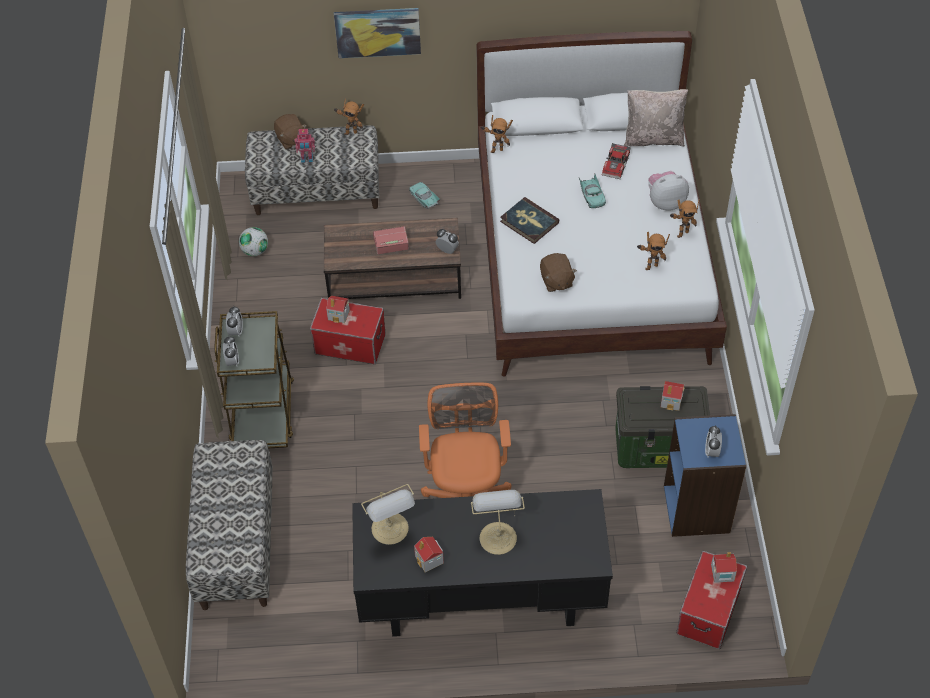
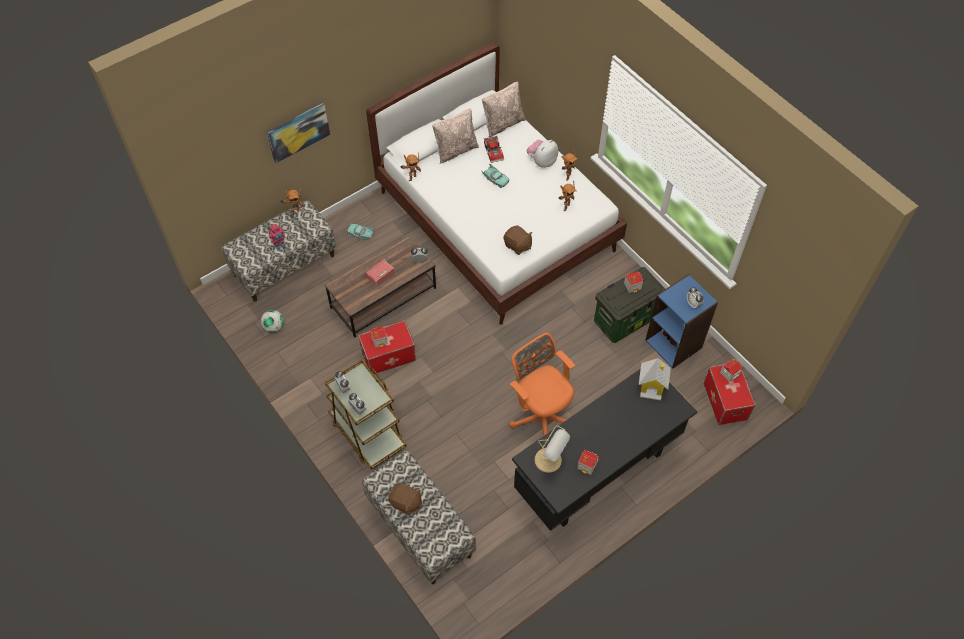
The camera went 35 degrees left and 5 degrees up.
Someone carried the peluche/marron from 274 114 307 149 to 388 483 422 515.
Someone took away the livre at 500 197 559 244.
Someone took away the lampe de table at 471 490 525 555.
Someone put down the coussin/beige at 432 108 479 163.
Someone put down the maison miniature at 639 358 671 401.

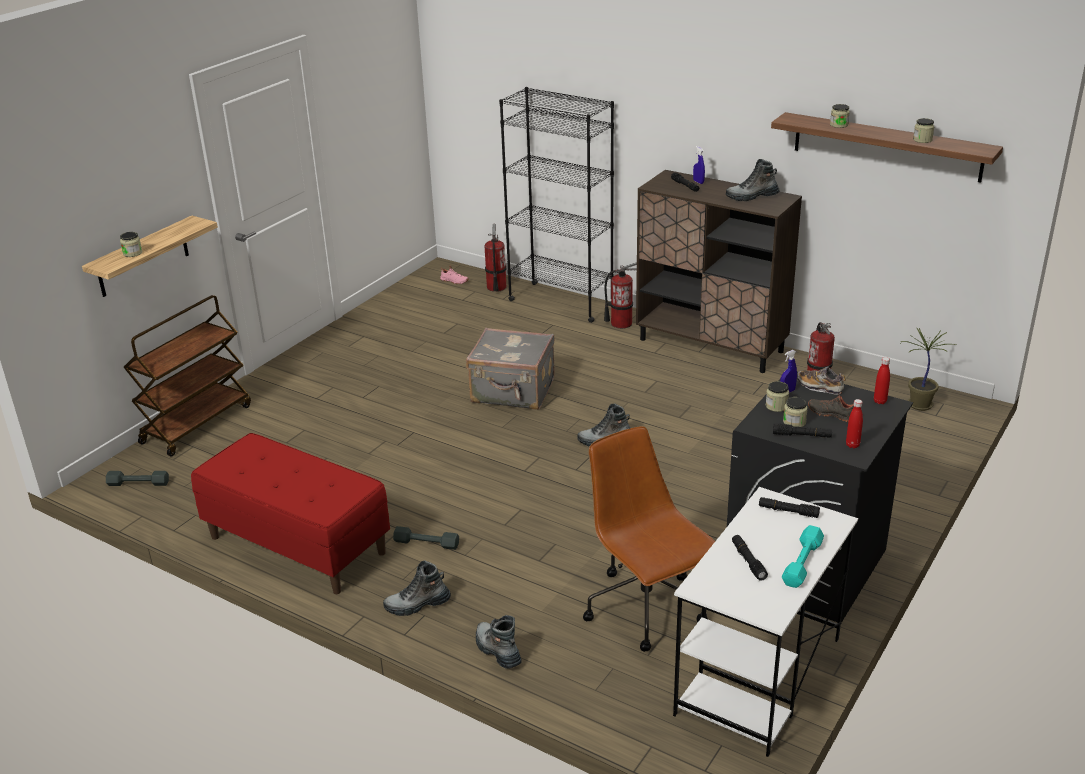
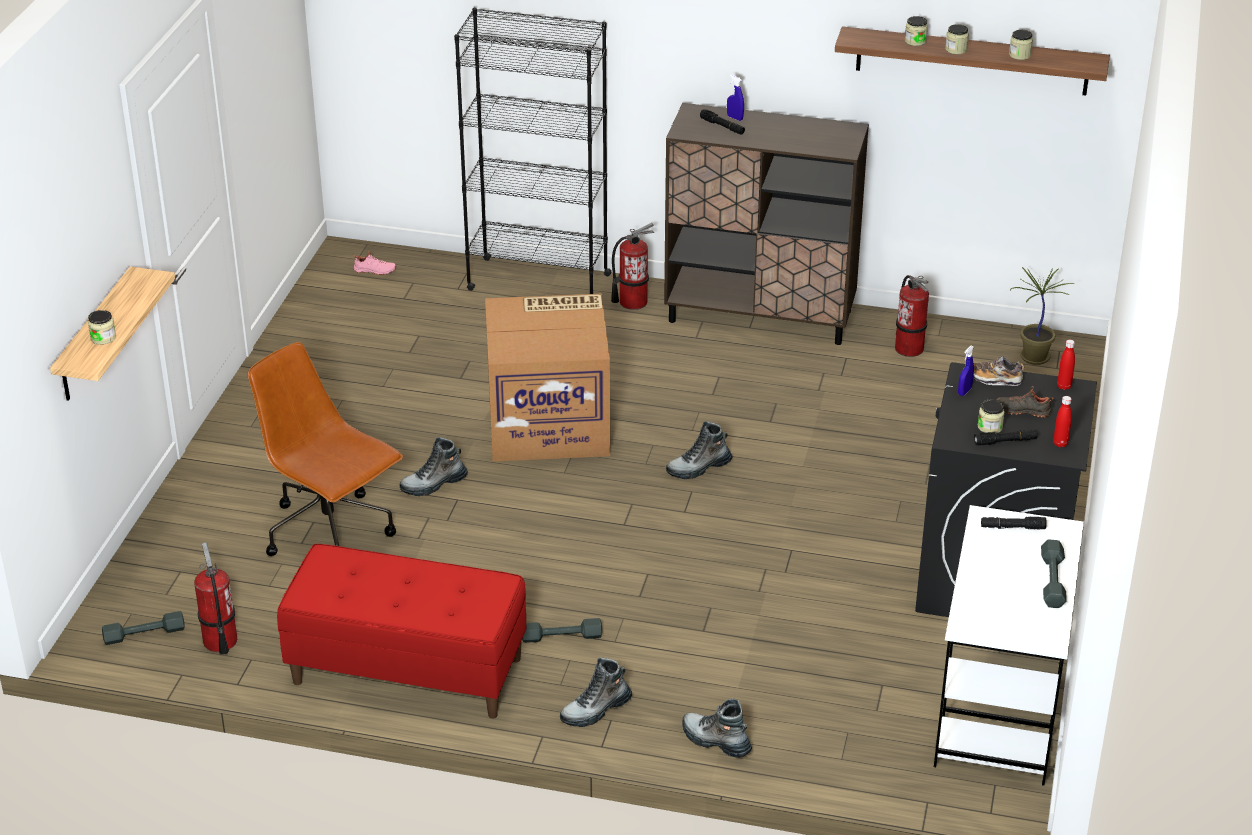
The camera went 20 degrees left and 5 degrees up.
Someone carried the botte from 726 159 780 201 to 400 437 468 496.
Someone carried the extincteur from 484 224 506 292 to 194 542 237 654.
Someone took away the chariot/marron at 124 295 251 456.
Someone swapped the valise/gris at 466 328 555 410 for the carton at 485 294 610 462.
Someone carried the bocal from 766 381 789 412 to 945 24 969 54.
Someone carried the chaise de bureau/marron from 583 426 715 652 to 248 342 403 556.
Someone repainted the haltère/turquoise at 782 525 824 588, which became the haltère/gris at 1041 540 1067 608.
Someone took away the lampe de poche/noir at 732 535 768 581.

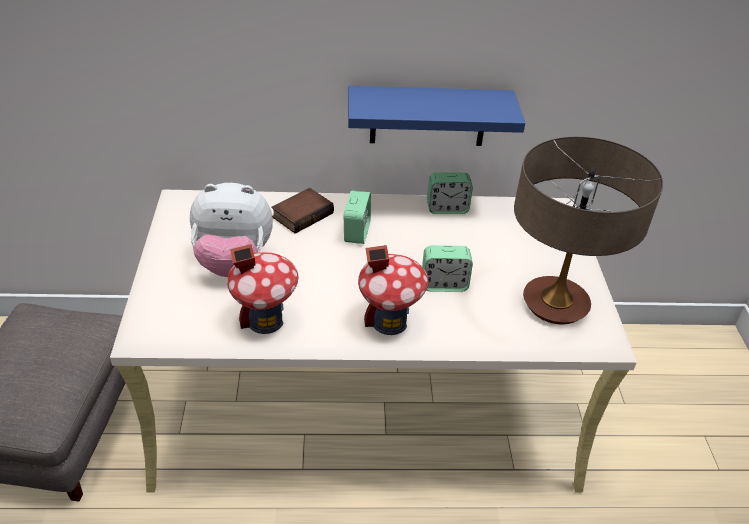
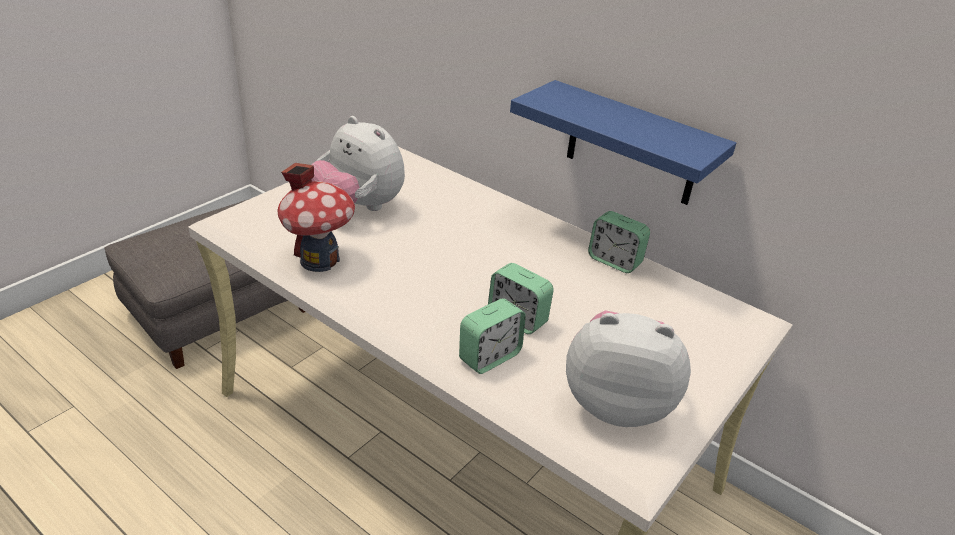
The camera went 40 degrees right and 5 degrees down.
Someone swapped the lampe de table at 514 137 663 325 for the peluche at 566 310 691 427.
Someone took away the livre at 272 188 334 234.
Someone carried the réveil from 344 191 371 244 to 459 298 526 374.
Someone took away the maison miniature at 358 245 428 335.

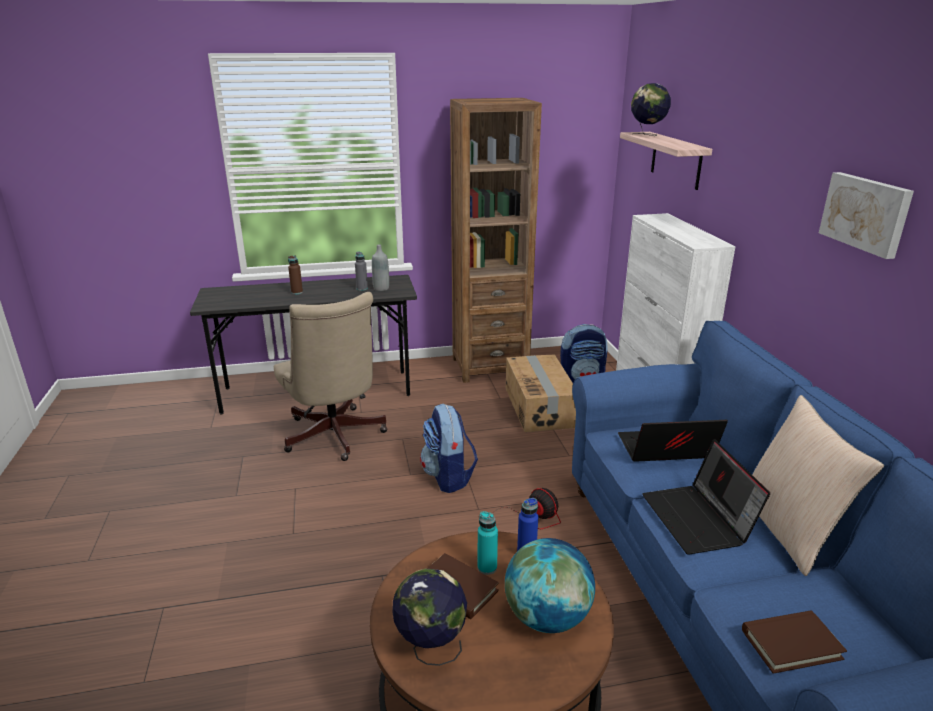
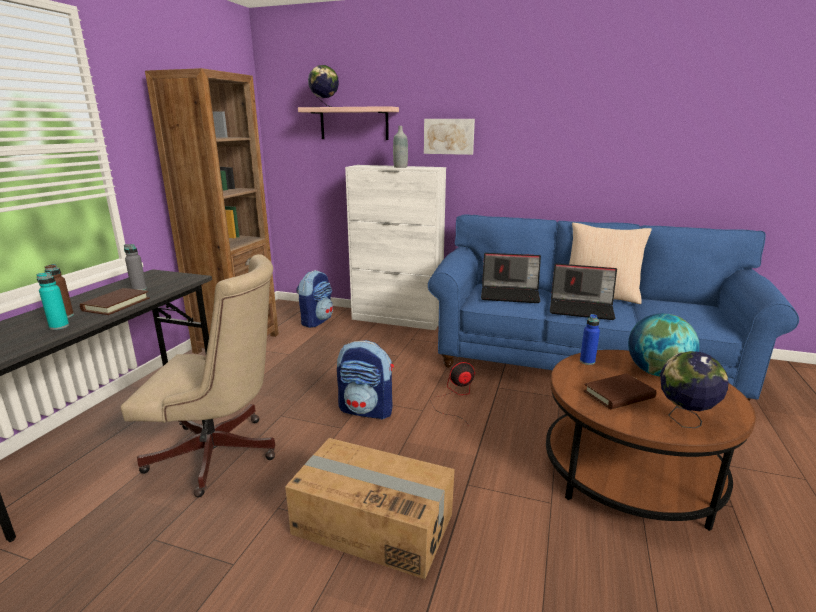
The camera went 60 degrees left and 5 degrees down.
Someone carried the tableau from 819 172 914 259 to 424 119 475 155.
Someone carried the bouteille/gris from 372 244 389 291 to 393 126 408 168.
Someone carried the carton from 506 354 576 432 to 285 438 455 579.
Someone rotated the ordinateur portable at 618 420 728 462 by 105 degrees counterclockwise.
Someone carried the bouteille/turquoise from 477 511 498 575 to 36 272 69 330.
Someone carried the livre/marron from 742 611 847 674 to 80 288 149 315.

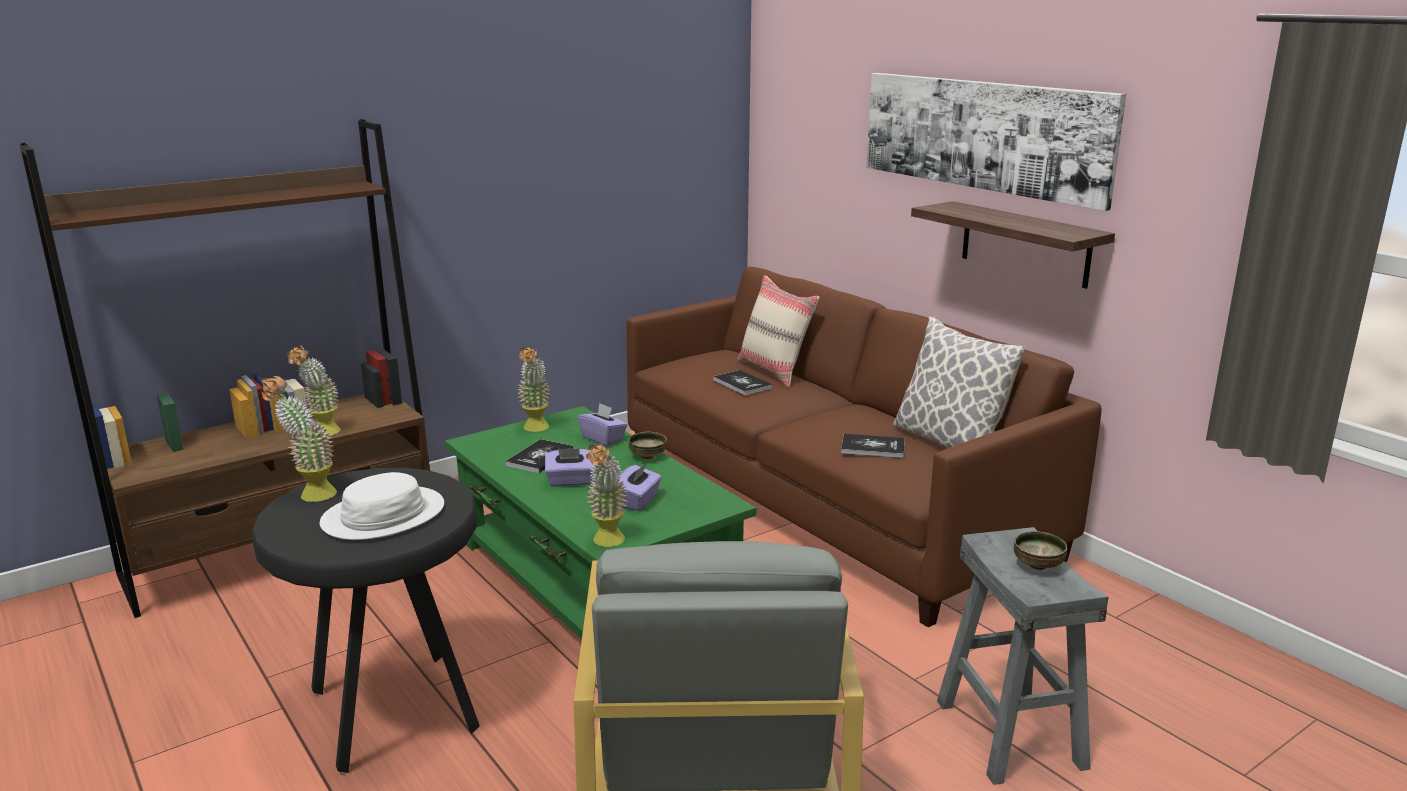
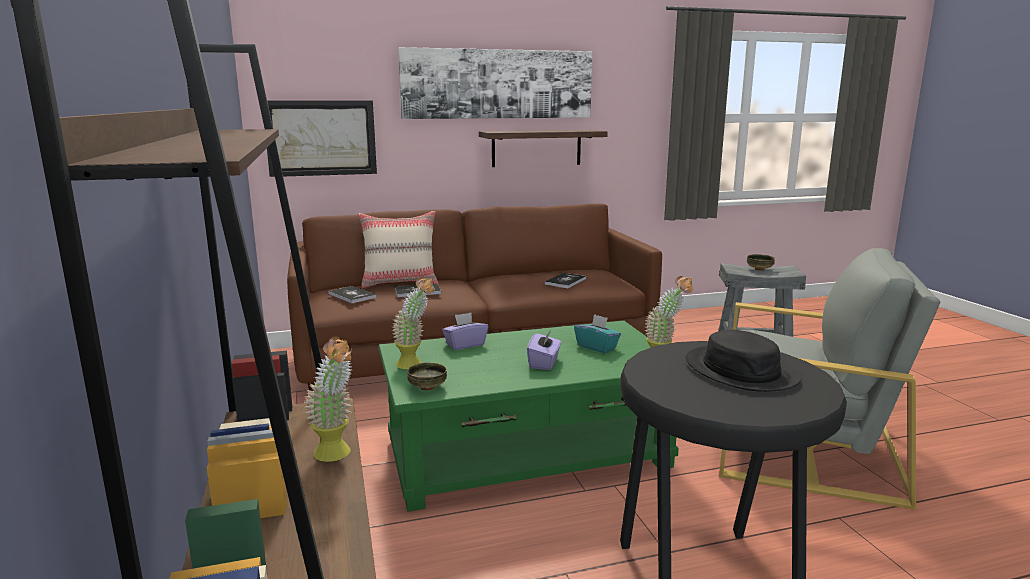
The camera went 70 degrees left and 5 degrees down.
Someone took away the coussin at 893 317 1026 448.
Someone took away the plante en pot at 262 376 337 502.
Someone carried the bol from 628 431 667 459 to 407 363 447 391.
Someone carried the livre from 505 439 573 473 to 328 286 377 304.
Someone repainted the boîte à mouchoirs/violet at 618 463 661 511, which became the boîte à mouchoirs/turquoise at 574 314 621 353.
Someone repainted the chapeau/blanc at 320 472 444 540, which became the chapeau/noir at 686 330 802 392.
Someone put up the tableau at 267 100 377 177.

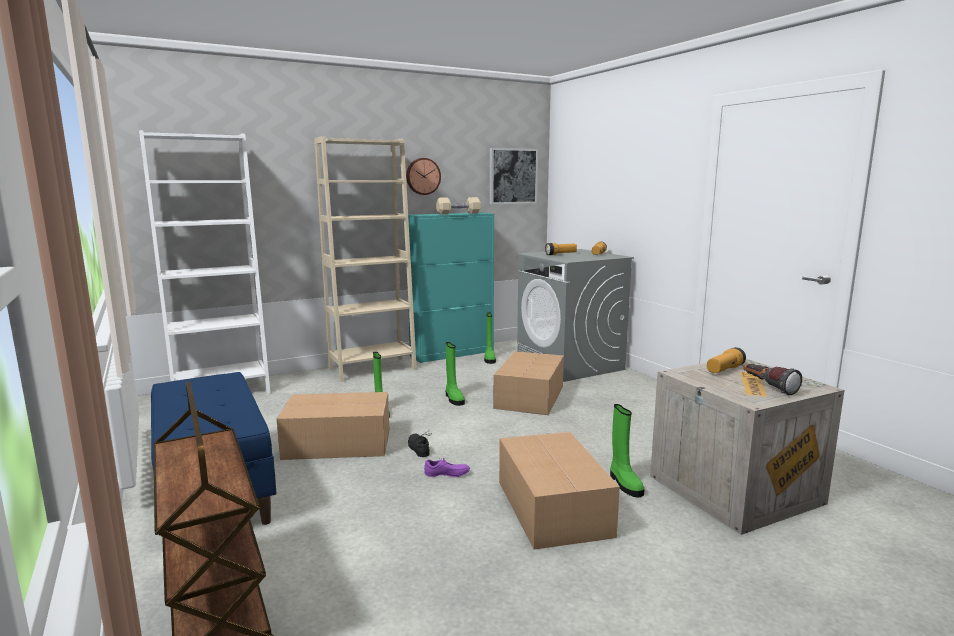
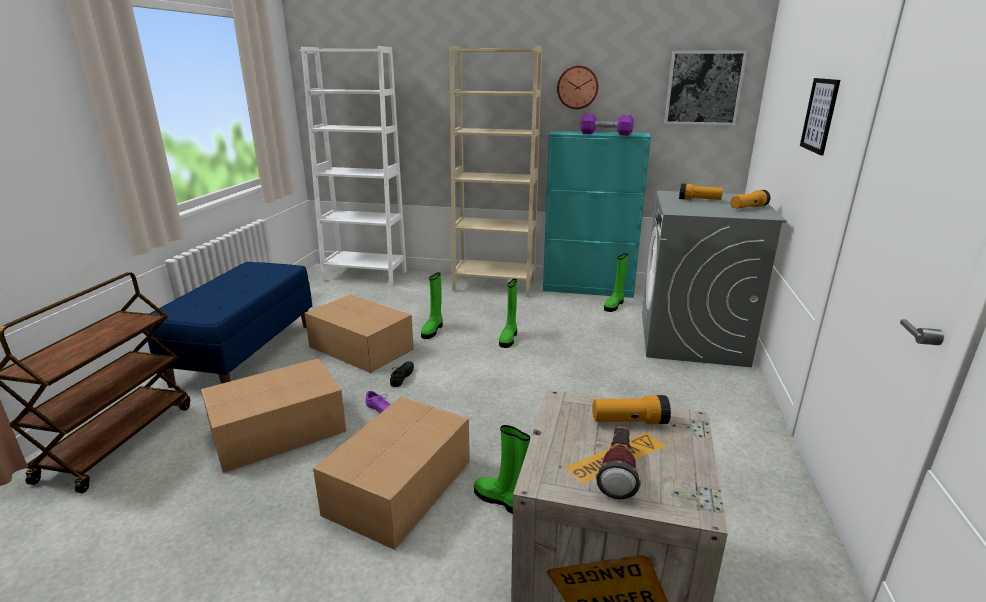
The camera went 40 degrees right and 10 degrees up.
Someone repainted the haltère/beige at 436 197 481 215, which became the haltère/violet at 580 114 634 136.
Someone carried the carton from 494 351 564 415 to 201 358 346 473.
Someone rotated the botte/vert at 610 404 645 498 by 105 degrees clockwise.
Someone put up the tableau at 800 78 840 155.

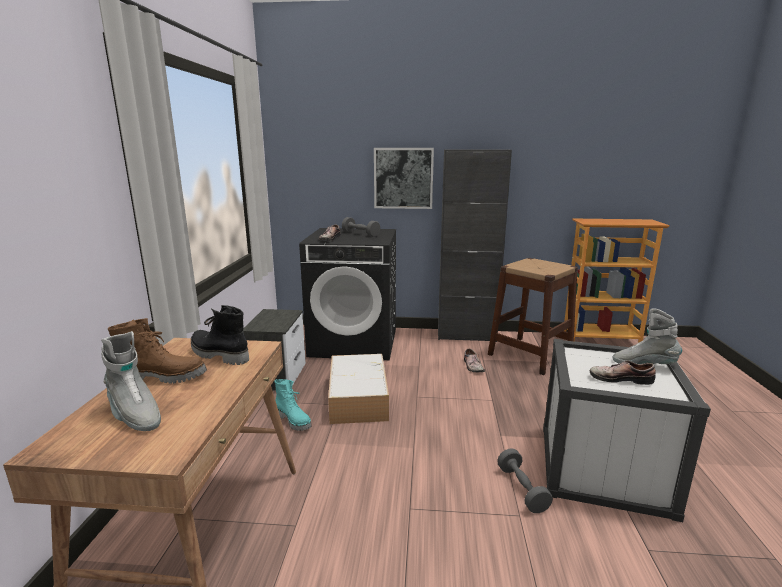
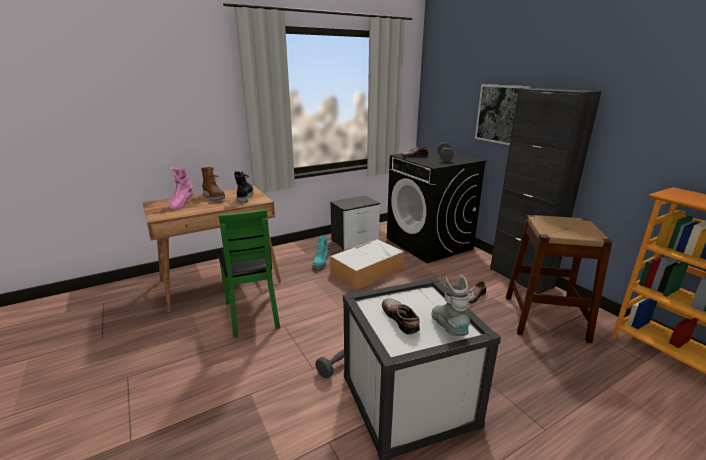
The camera went 55 degrees right and 5 degrees up.
Someone repainted the botte/gris at 101 331 161 431, which became the botte/rose at 169 168 194 210.
Someone put down the chaise/vert at 217 209 280 338.

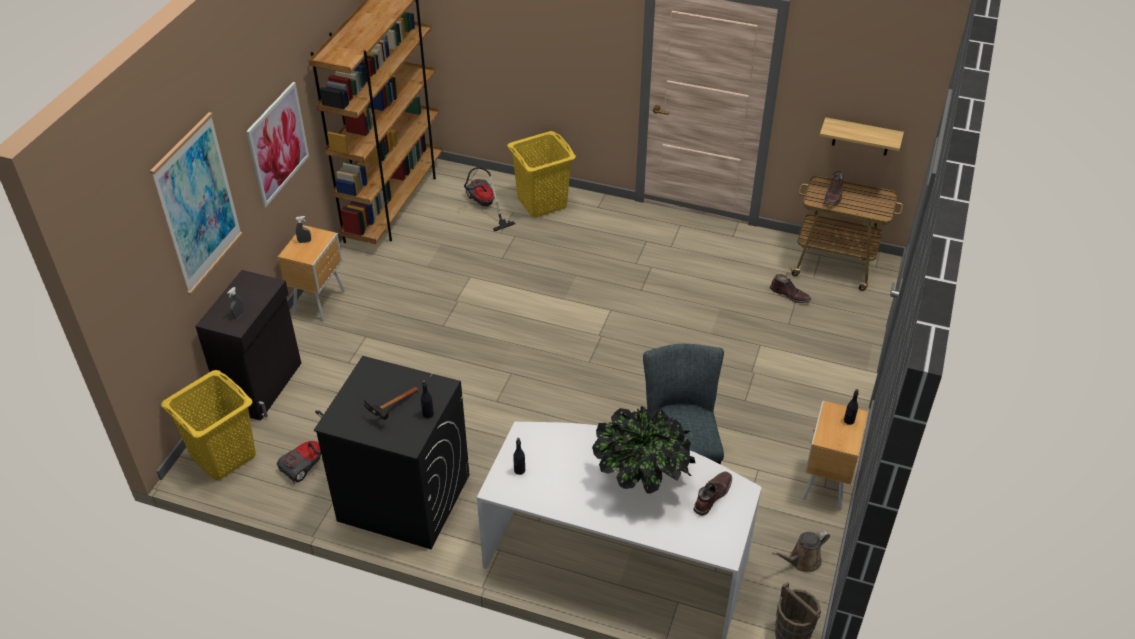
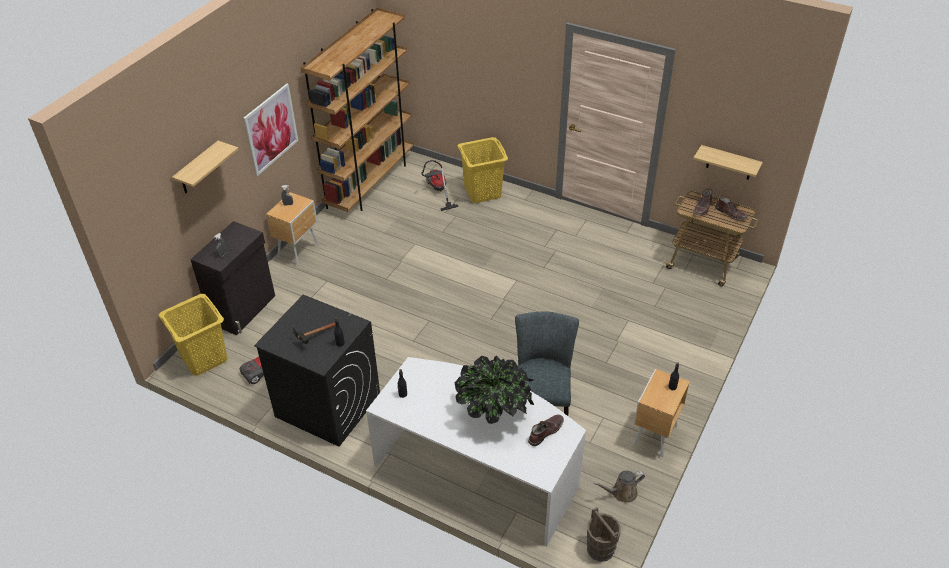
The camera went 10 degrees right and 0 degrees up.
Someone swapped the tableau at 150 112 243 295 for the étagère at 172 141 239 193.
Someone carried the botte/marron from 770 274 811 303 to 715 196 748 221.

